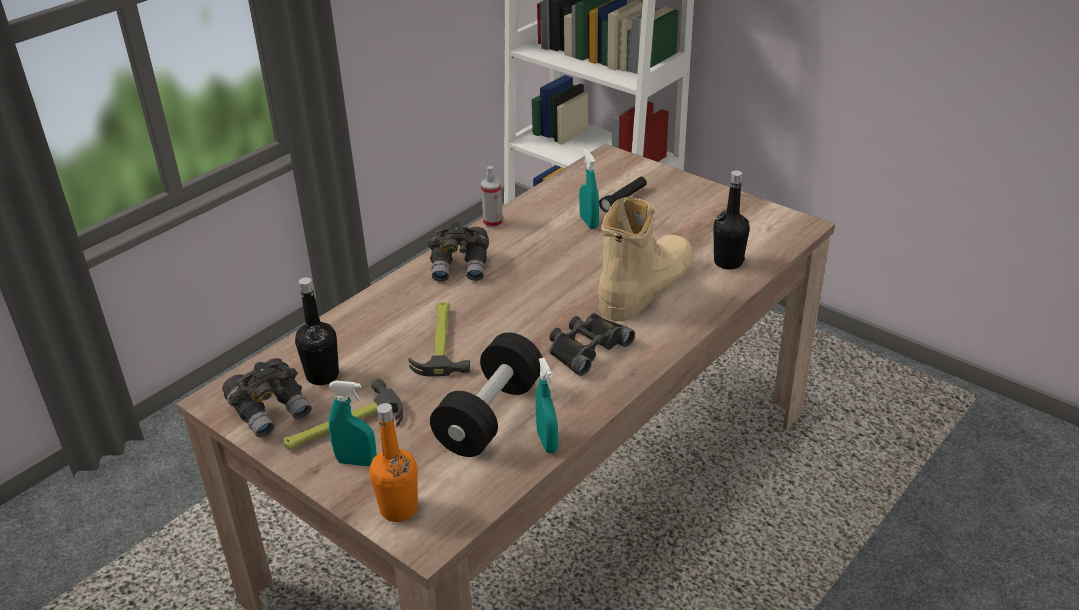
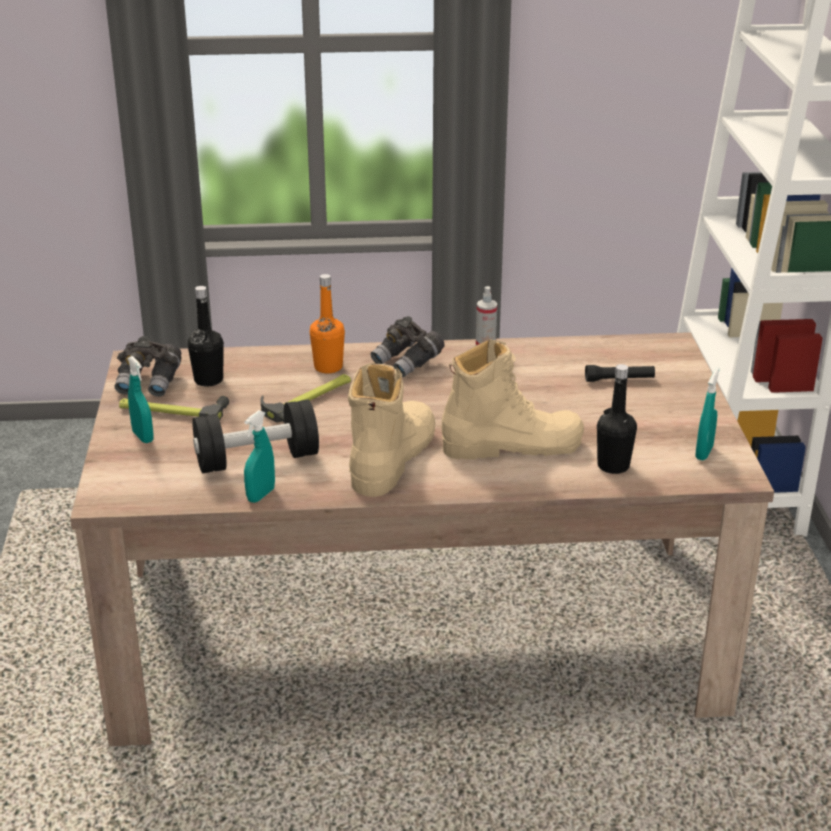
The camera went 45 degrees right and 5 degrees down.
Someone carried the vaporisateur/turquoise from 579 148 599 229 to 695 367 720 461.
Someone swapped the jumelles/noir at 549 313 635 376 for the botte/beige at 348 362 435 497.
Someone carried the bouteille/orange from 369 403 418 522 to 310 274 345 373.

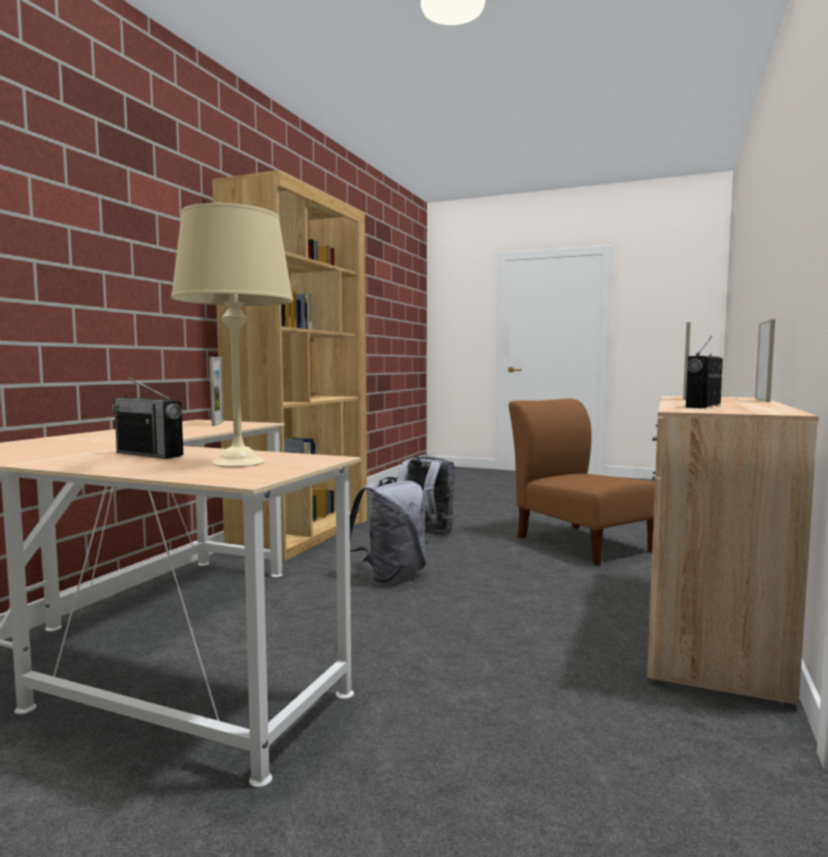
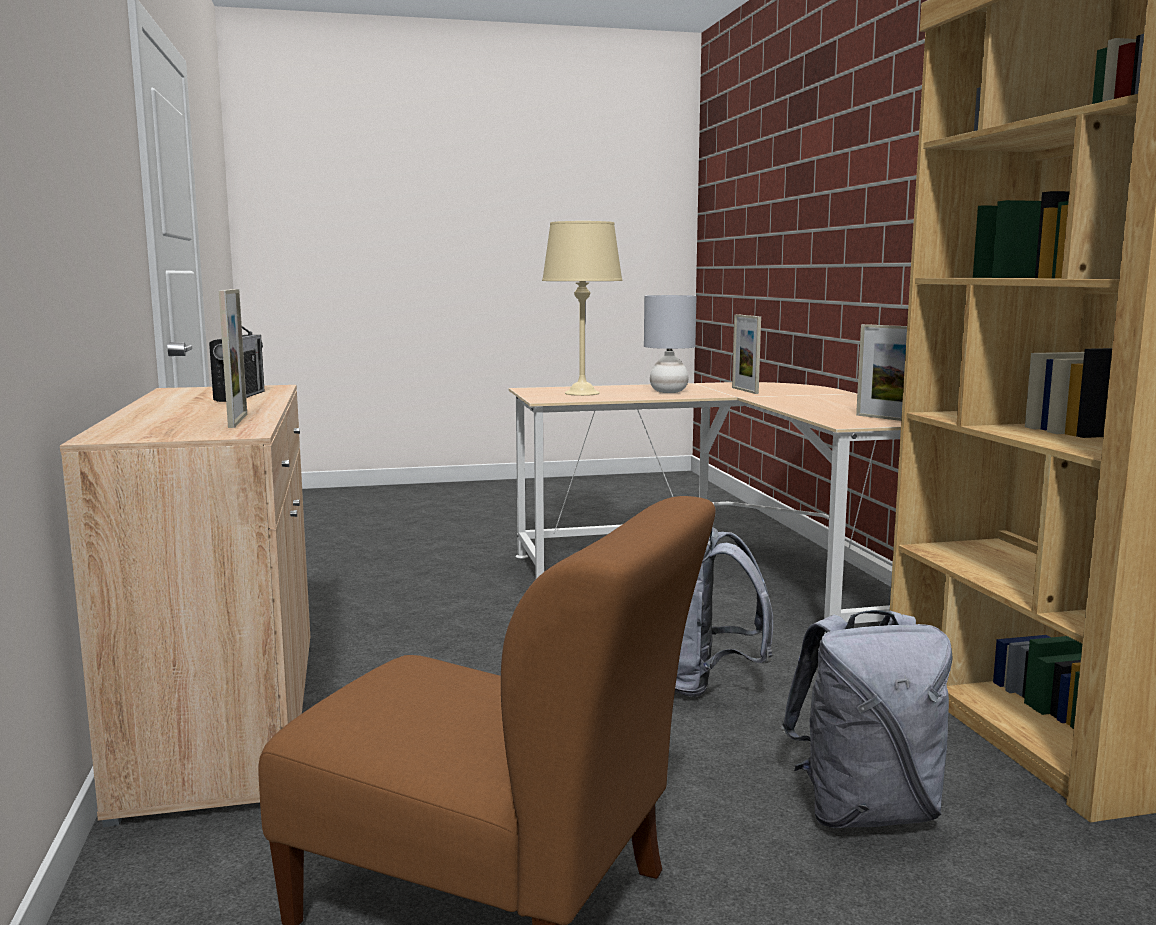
The camera went 145 degrees right and 5 degrees up.
Someone carried the cadre photo from 755 319 775 402 to 732 314 761 394.
Someone swapped the radio at 112 375 183 459 for the lampe de table/gris at 644 295 697 393.

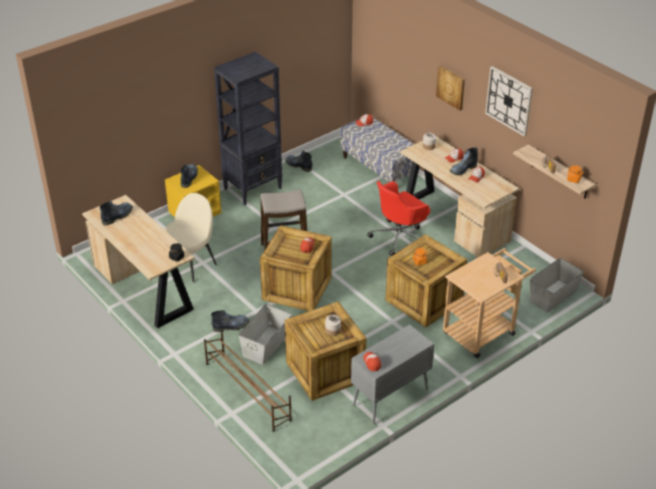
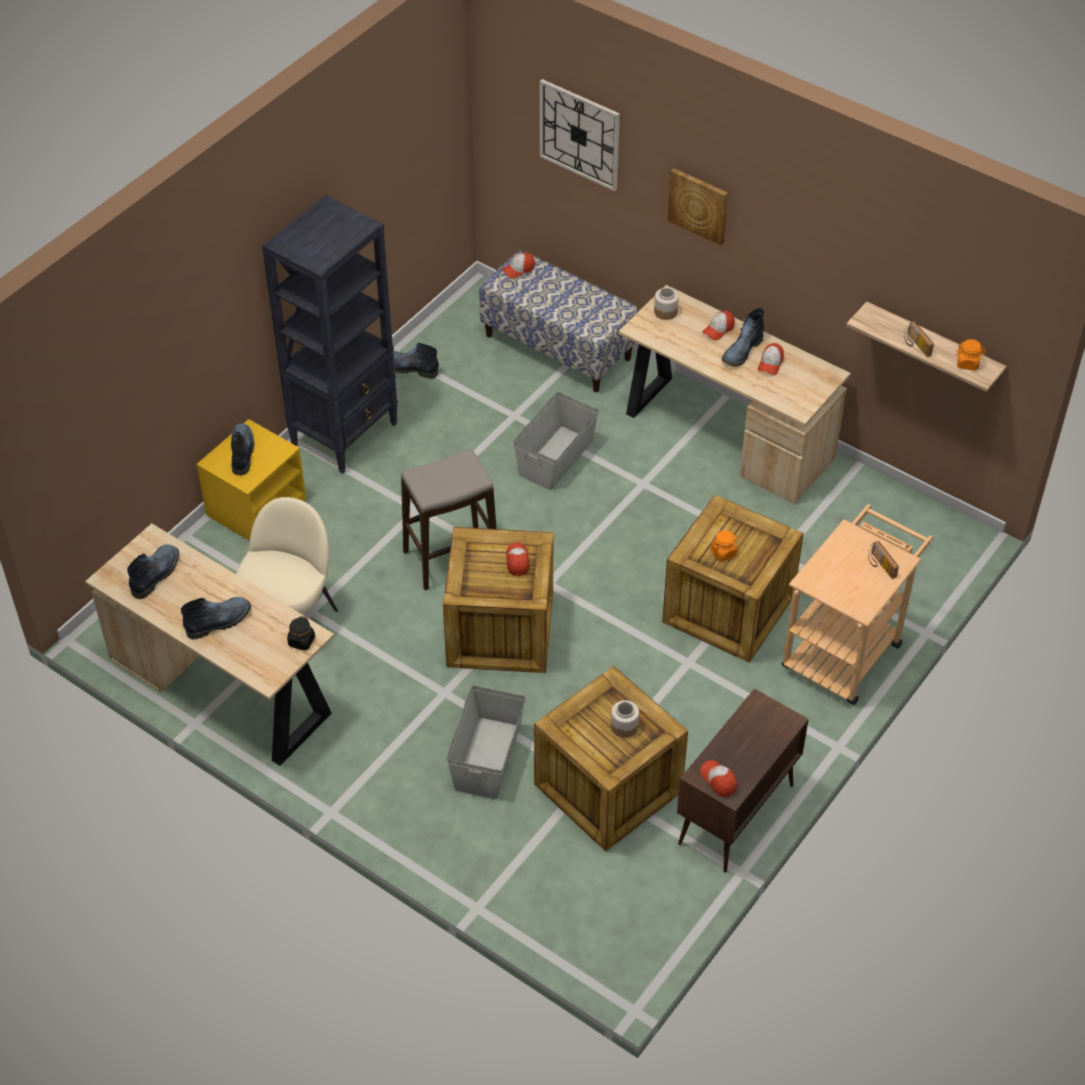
The camera went 15 degrees left and 10 degrees up.
Someone carried the horloge murale from 485 66 533 137 to 540 79 620 191.
Someone took away the chaise de bureau/rouge at 367 181 430 256.
Someone carried the boîte de rangement/gris from 530 258 584 312 to 513 392 599 490.
Someone carried the botte from 211 310 249 332 to 181 597 251 639.
Someone repainted the meuble de rangement/gris at 351 324 434 424, which became the meuble de rangement/marron at 677 689 809 872.
Someone took away the étagère à chaussures/marron at 204 330 292 432.

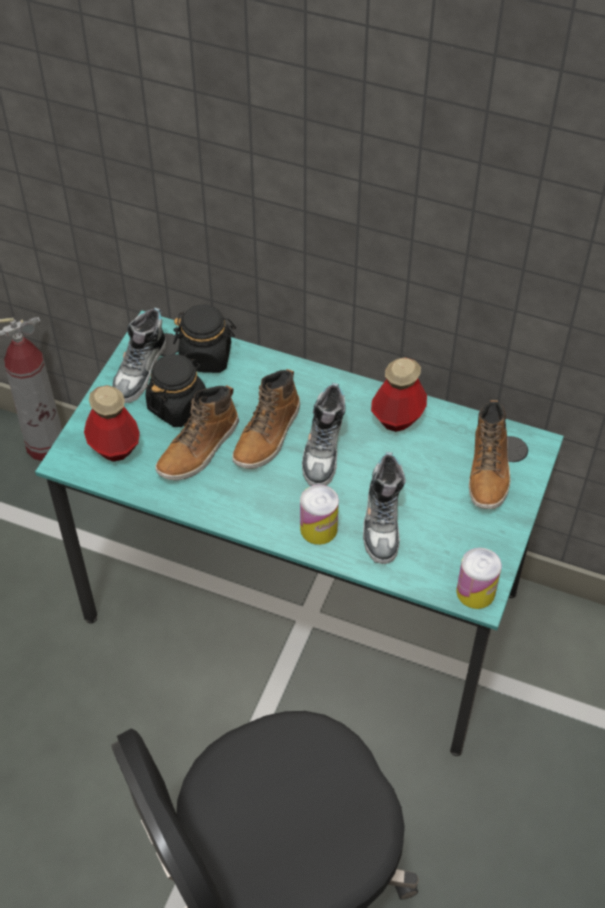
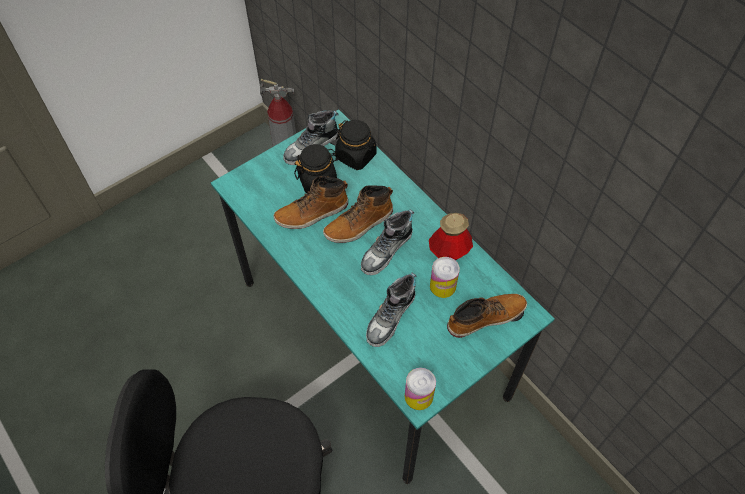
The camera went 30 degrees right and 5 degrees up.
Someone took away the bouteille at 84 385 140 462.
Someone rotated the botte at 469 400 510 509 by 150 degrees counterclockwise.
Someone carried the boîte métallique from 300 485 339 545 to 430 257 460 298.

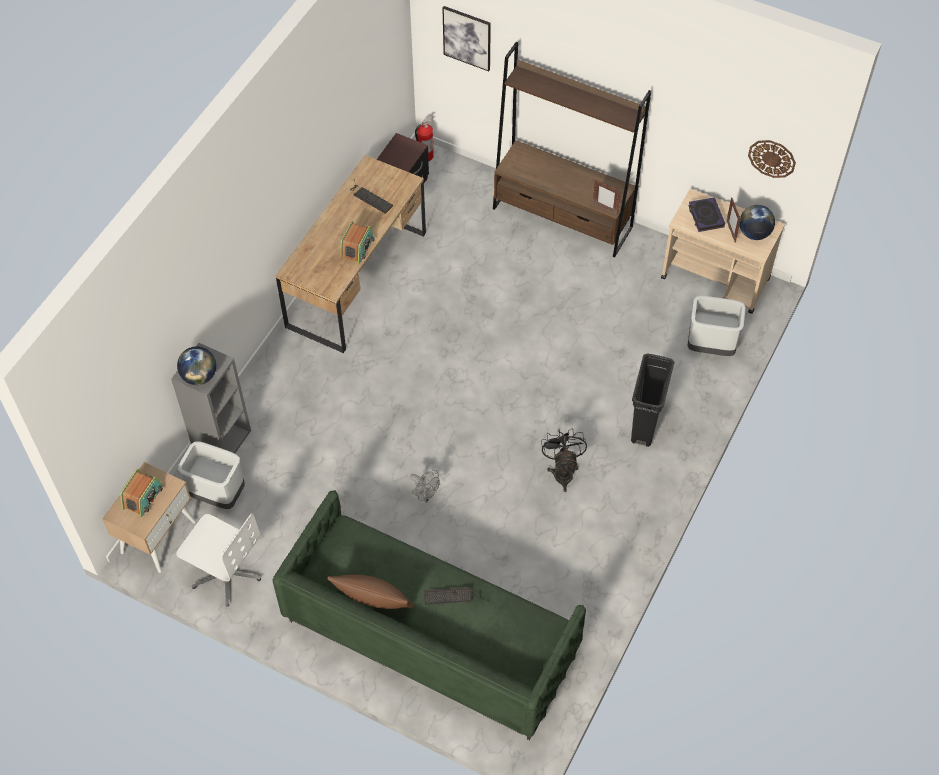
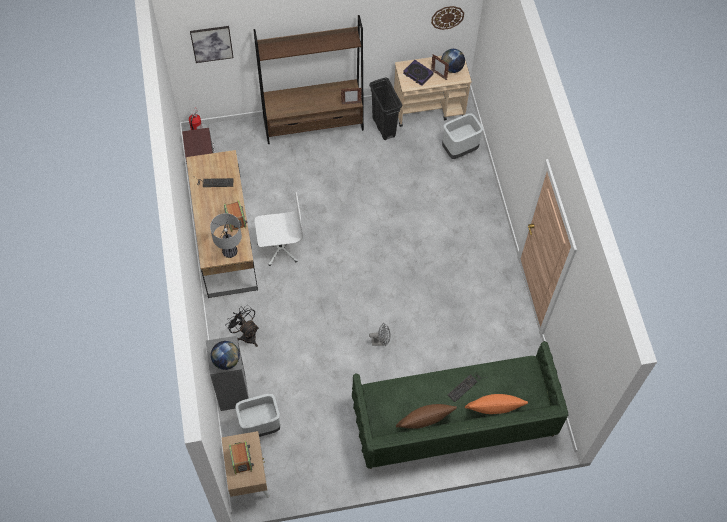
The camera went 40 degrees left and 5 degrees up.
Someone carried the poubelle/noir from 631 353 674 447 to 369 77 402 140.
Someone carried the ventilateur/noir from 541 428 587 492 to 225 305 259 347.
Someone carried the chaise de bureau/blanc from 176 513 261 607 to 255 192 303 266.
Someone put down the lampe de table at 210 213 242 258.
Someone put down the coussin/orange at 465 394 528 414.

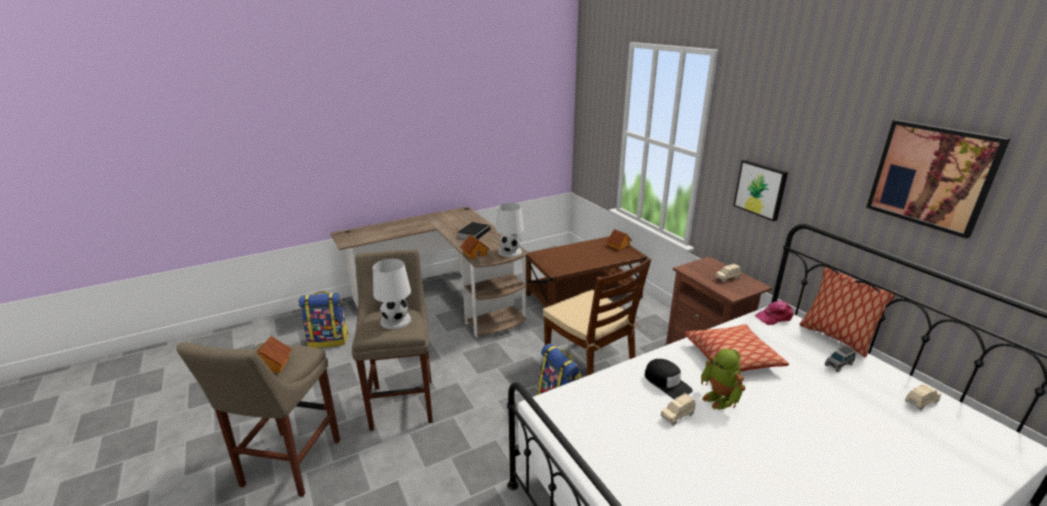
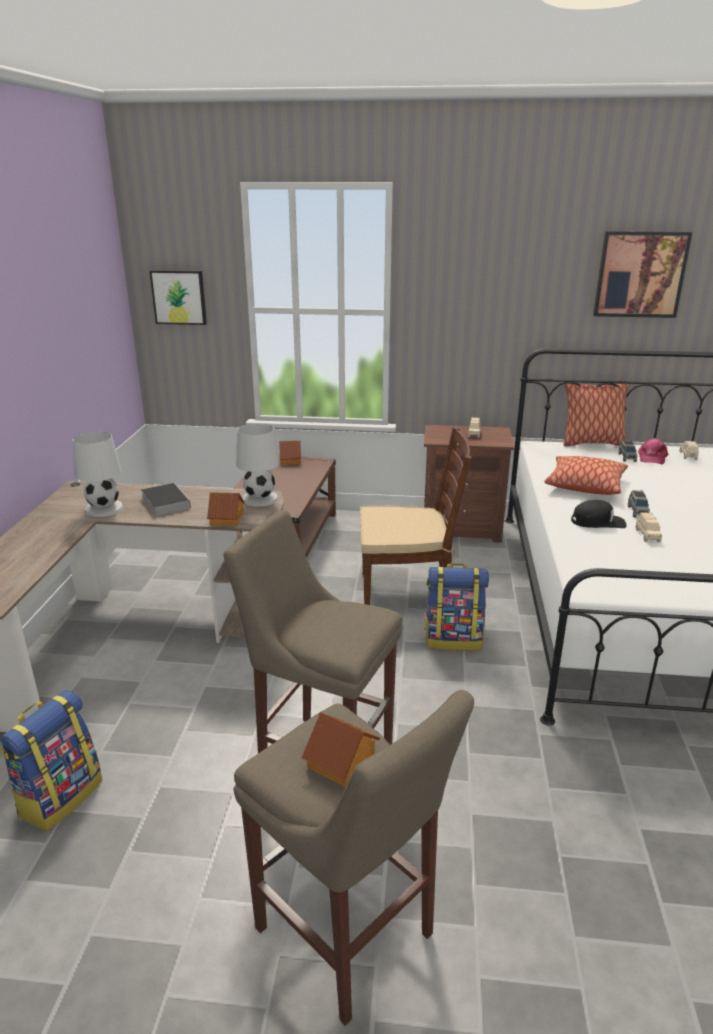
The camera went 55 degrees left and 0 degrees up.
Someone carried the tableau from 733 160 788 221 to 150 270 207 325.
Someone carried the lampe de table/blanc from 373 259 411 329 to 73 431 124 517.
Someone carried the casquette/rose from 755 301 793 325 to 638 438 669 465.
Someone swapped the robot jouet at 701 349 746 410 for the petite voiture/gris at 628 490 650 517.

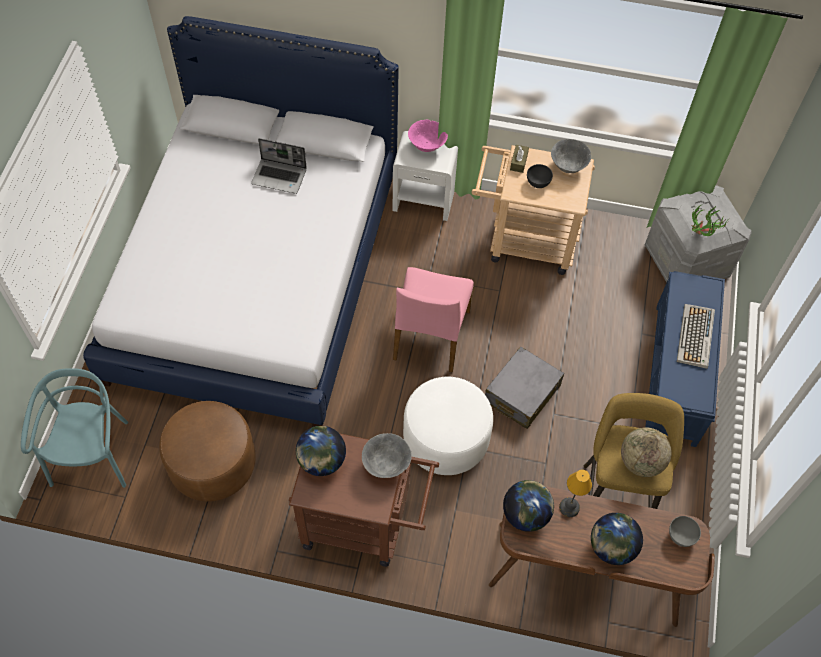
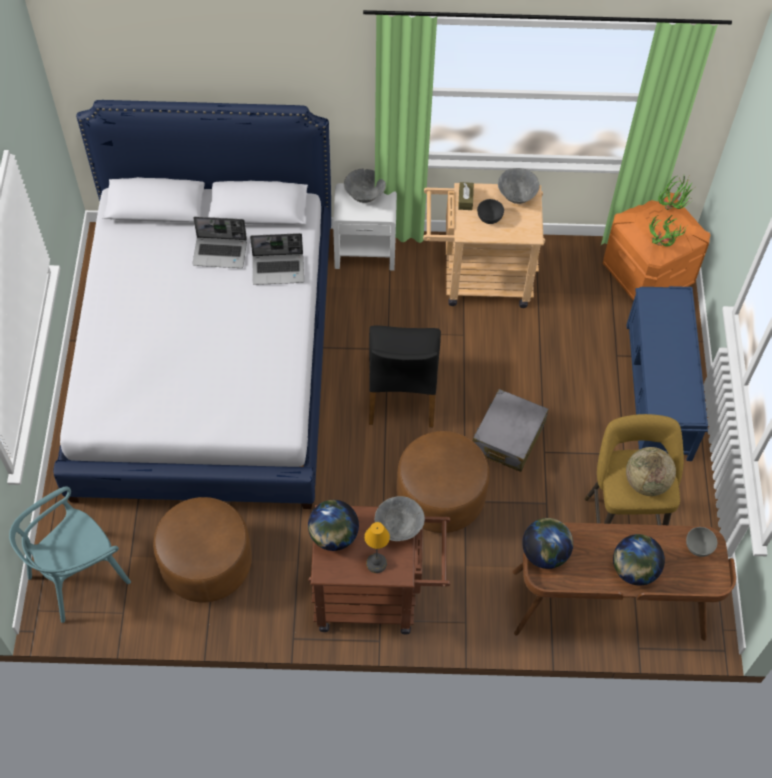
The camera went 10 degrees left and 0 degrees up.
Someone repainted the bol/rose at 408 120 448 152, which became the bol/gris at 344 169 386 203.
Someone repainted the boîte de rangement/gris at 645 185 752 282, which became the boîte de rangement/orange at 603 193 710 301.
Someone repainted the chaise/rose at 393 267 474 373, which became the chaise/noir at 369 326 441 427.
Someone took away the clavier at 677 304 715 369.
Someone rotated the chaise/turquoise at 21 368 128 488 by 120 degrees counterclockwise.
Someone repainted the pouf/blanc at 403 377 493 475, which became the pouf/marron at 397 431 490 533.
Someone carried the lampe de table from 559 469 592 517 to 364 522 390 573.
Someone put down the plante en pot at 658 176 695 210.
Someone put down the ordinateur portable at 250 233 304 285.

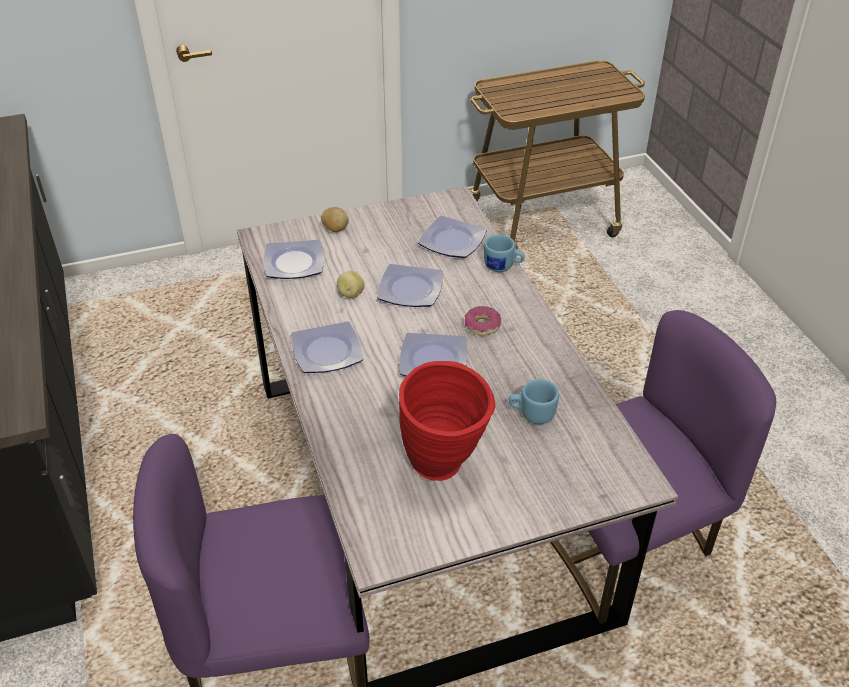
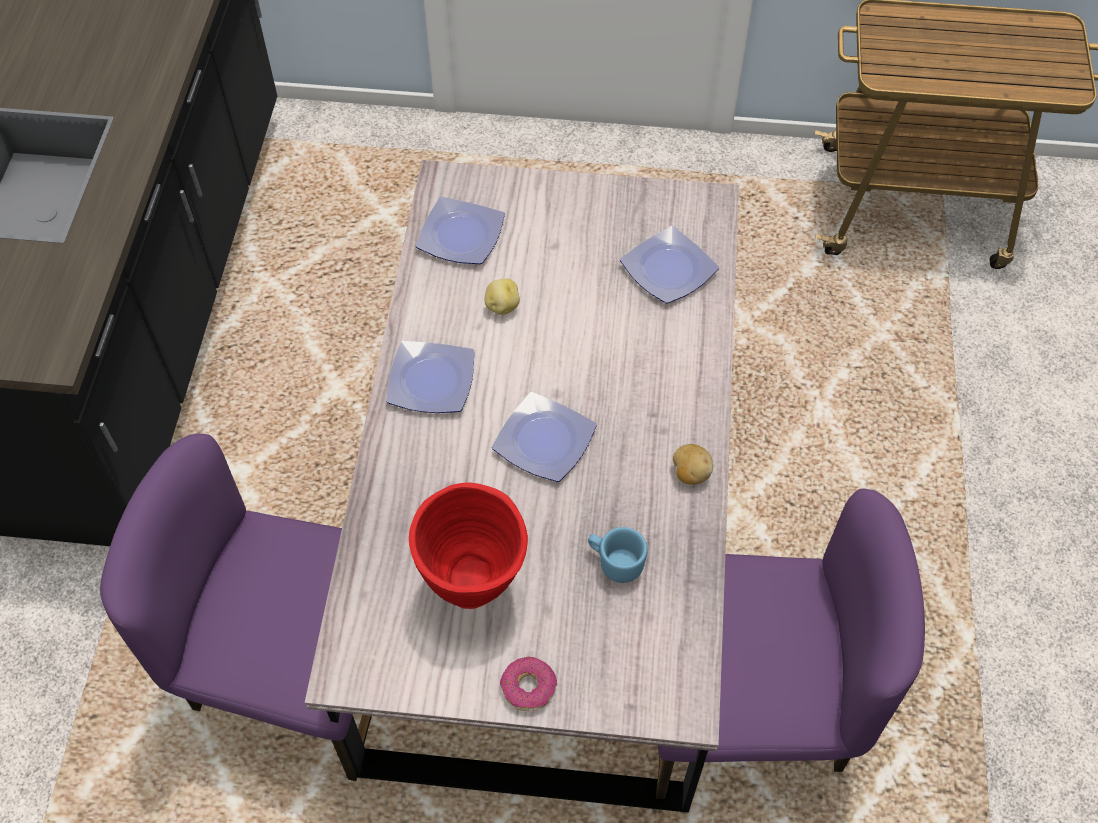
The camera went 25 degrees right and 15 degrees up.
Someone carried the pomme de terre from 321 207 349 232 to 673 444 713 485.
Someone took away the mug/bleu at 484 234 525 272.
Someone took away the assiette at 377 264 443 307.
Someone carried the beignet from 465 306 501 336 to 500 657 557 711.

